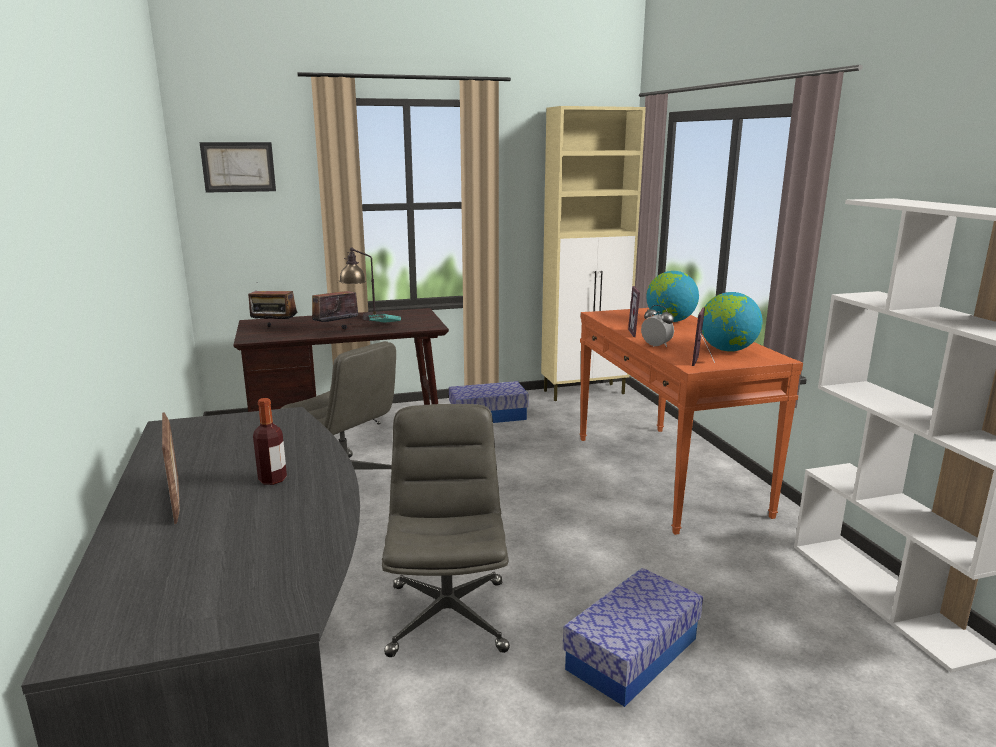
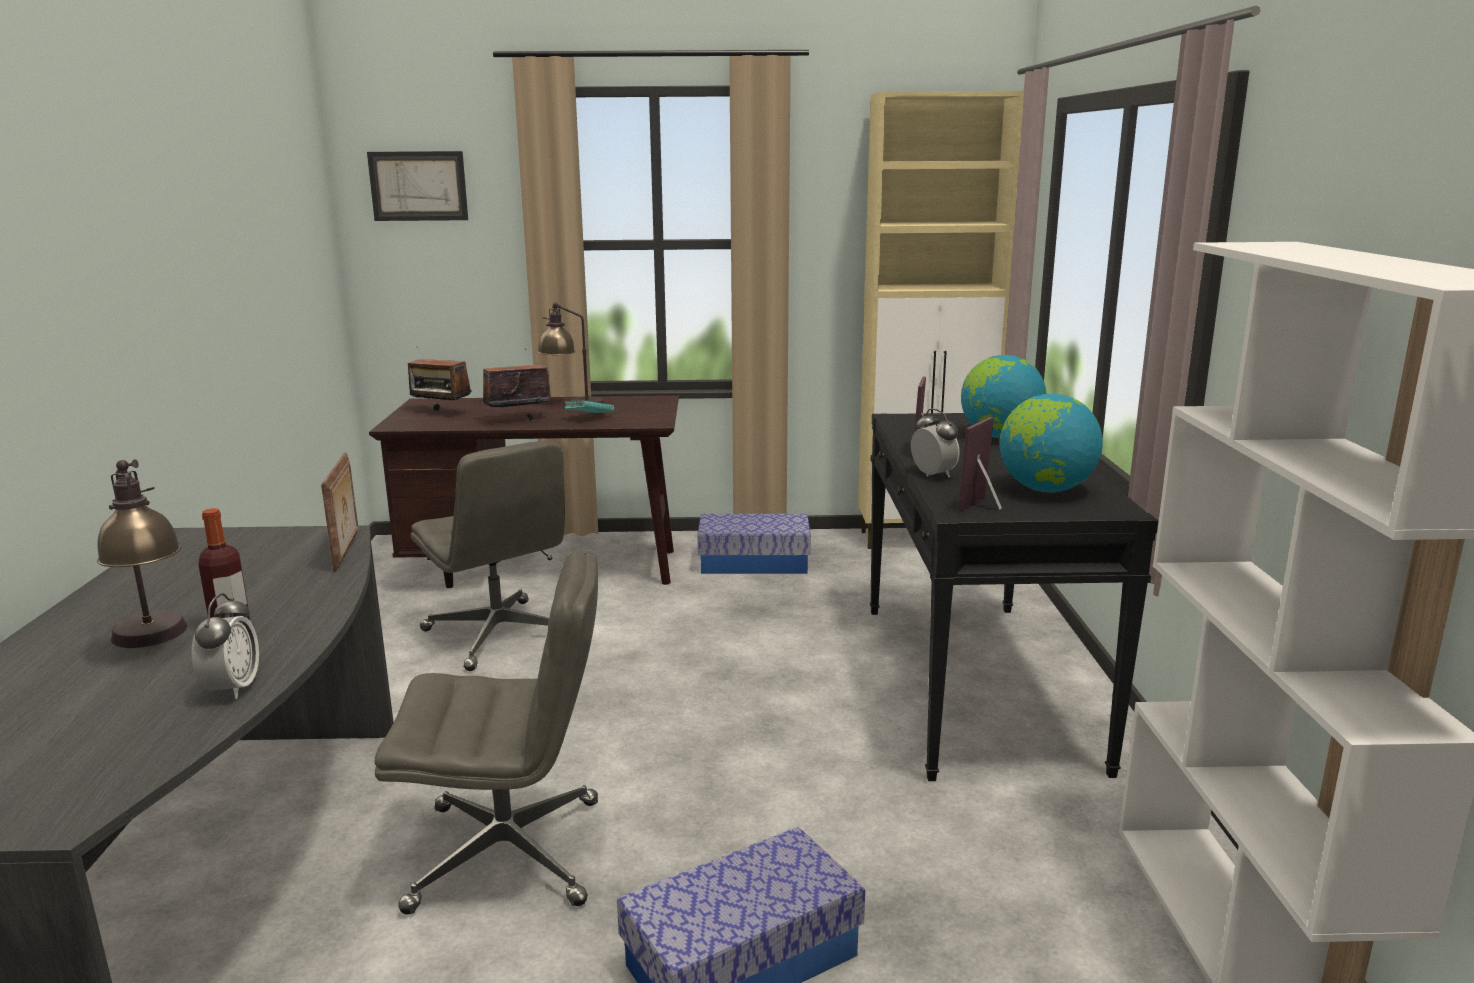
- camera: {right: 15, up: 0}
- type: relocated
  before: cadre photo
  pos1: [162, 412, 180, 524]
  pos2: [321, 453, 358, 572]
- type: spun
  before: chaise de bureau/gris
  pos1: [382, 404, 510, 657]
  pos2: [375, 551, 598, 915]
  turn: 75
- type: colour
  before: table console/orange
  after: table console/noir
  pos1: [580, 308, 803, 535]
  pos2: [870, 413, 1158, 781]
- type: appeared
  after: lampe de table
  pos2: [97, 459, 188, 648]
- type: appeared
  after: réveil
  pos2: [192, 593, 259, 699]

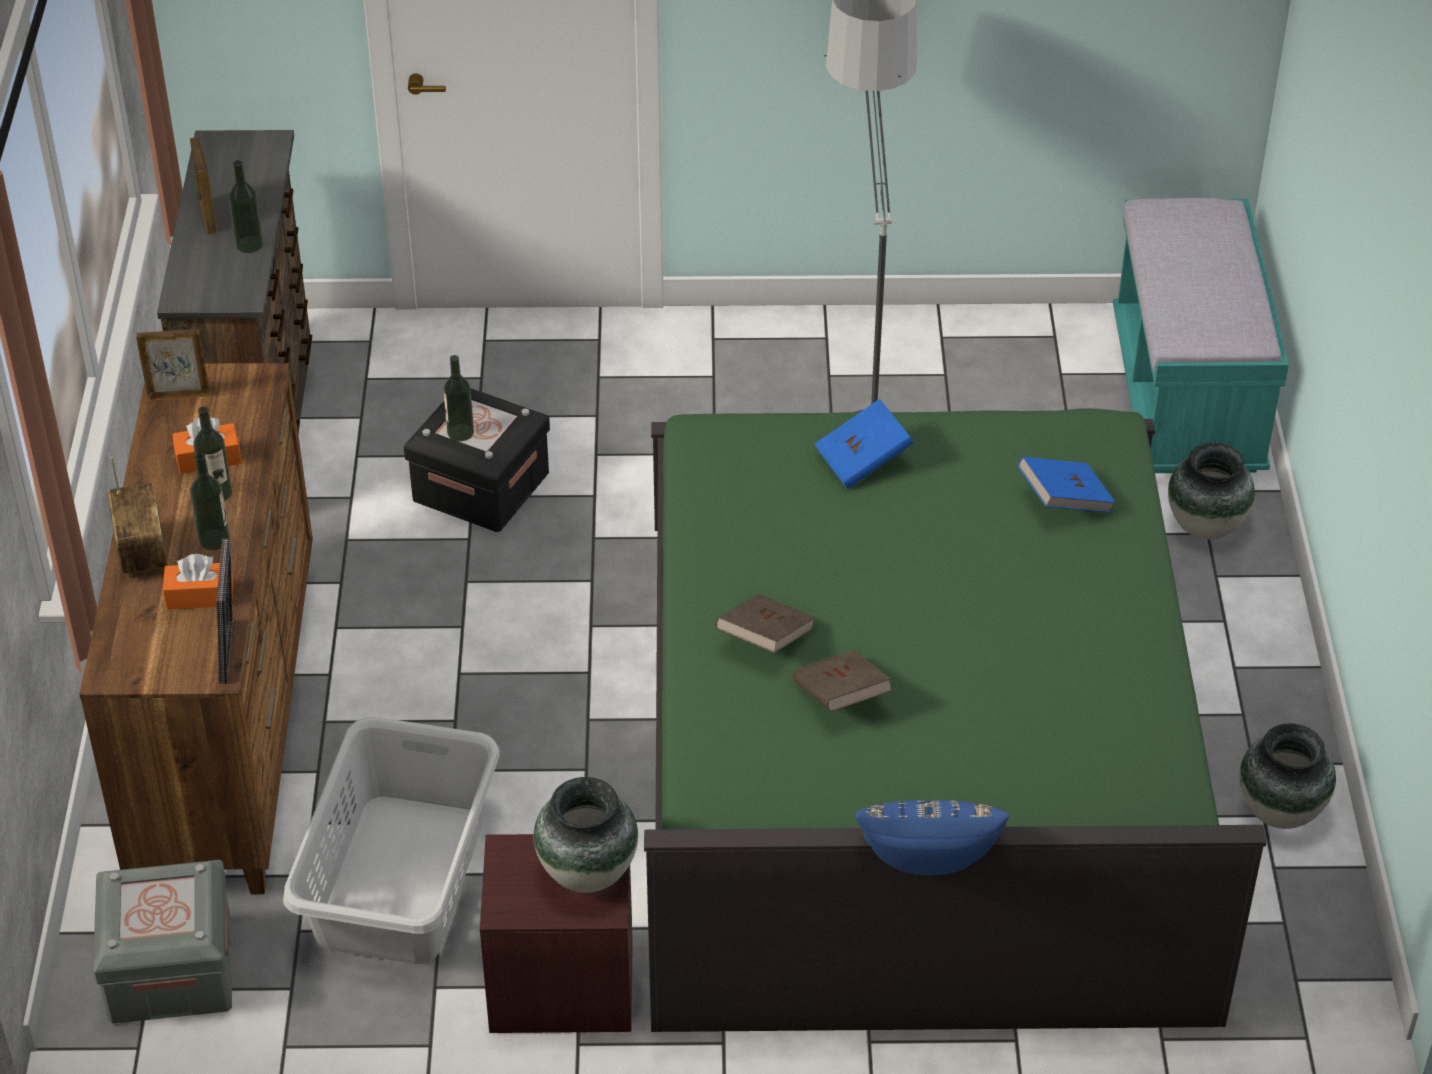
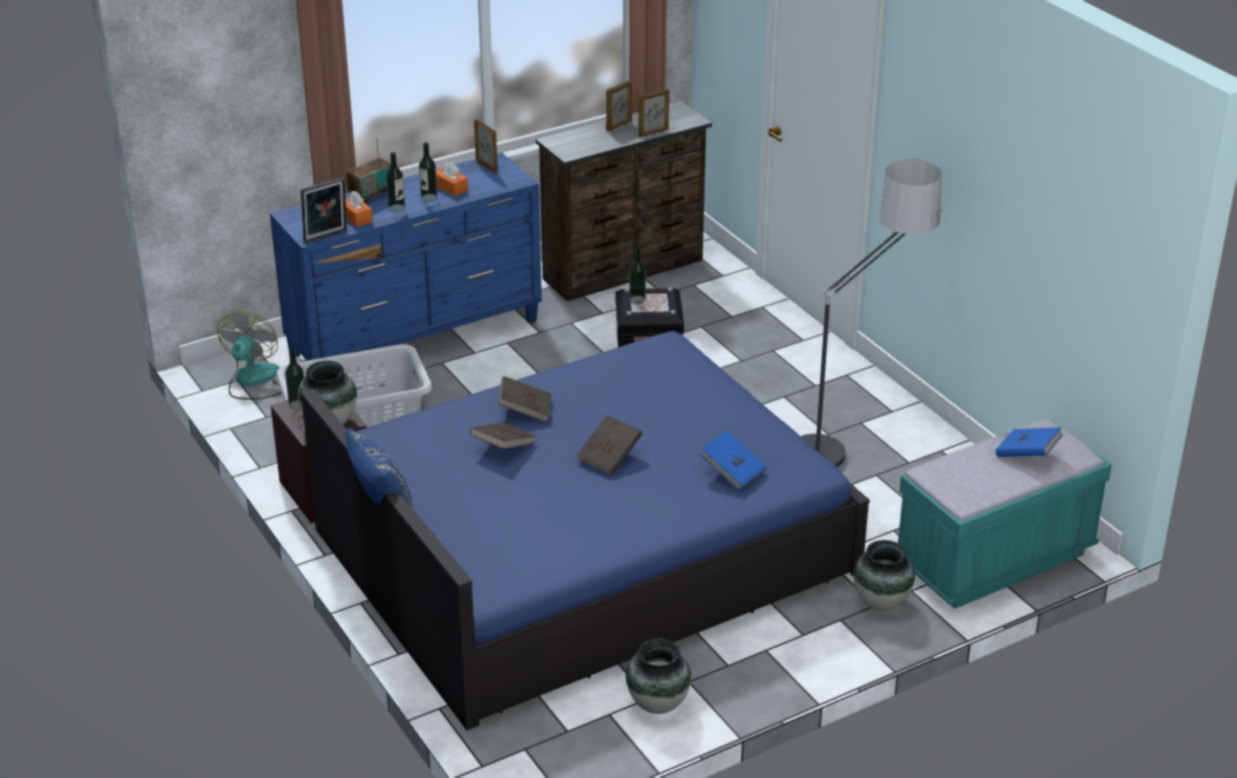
- camera: {right: 60, up: -10}
- type: colour
  before: commode/marron
  after: commode/bleu
  pos1: [79, 363, 313, 894]
  pos2: [270, 152, 542, 361]
- type: exchanged
  before: boîte de rangement/gris
  after: ventilateur
  pos1: [93, 860, 232, 1024]
  pos2: [217, 311, 282, 400]
- type: relocated
  before: bouteille
  pos1: [229, 160, 263, 253]
  pos2: [285, 348, 304, 410]
- type: colour
  before: lit/vert
  after: lit/bleu
  pos1: [644, 408, 1267, 1032]
  pos2: [301, 331, 870, 730]
- type: relocated
  before: livre/bleu
  pos1: [815, 399, 913, 489]
  pos2: [996, 427, 1064, 457]
- type: appeared
  after: livre/marron
  pos2: [577, 415, 642, 475]
- type: appeared
  after: cadre photo
  pos2: [638, 88, 669, 137]

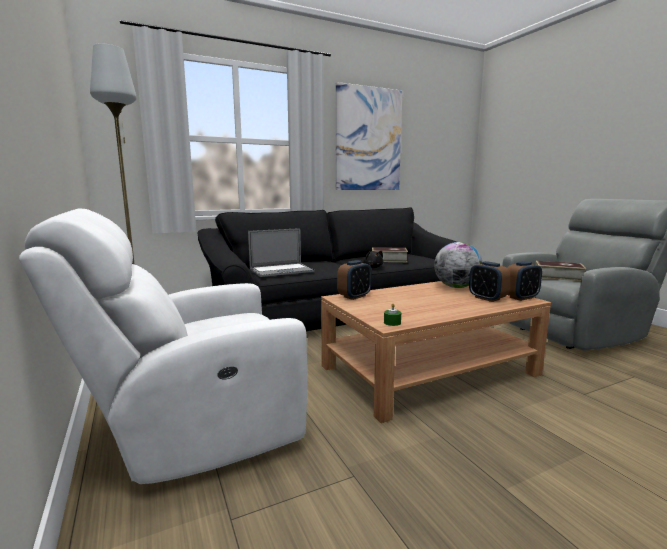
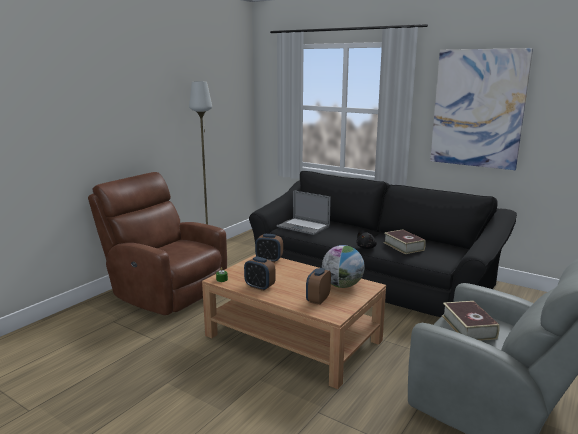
- camera: {right: 60, up: 5}
- type: colour
  before: fauteuil/blanc
  after: fauteuil/marron
  pos1: [19, 208, 307, 484]
  pos2: [88, 172, 227, 315]
- type: relocated
  before: réveil
  pos1: [507, 261, 542, 301]
  pos2: [244, 257, 276, 291]

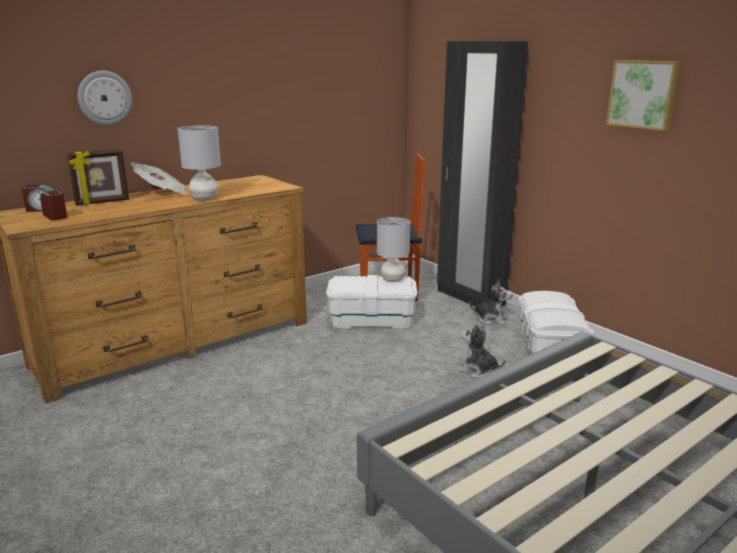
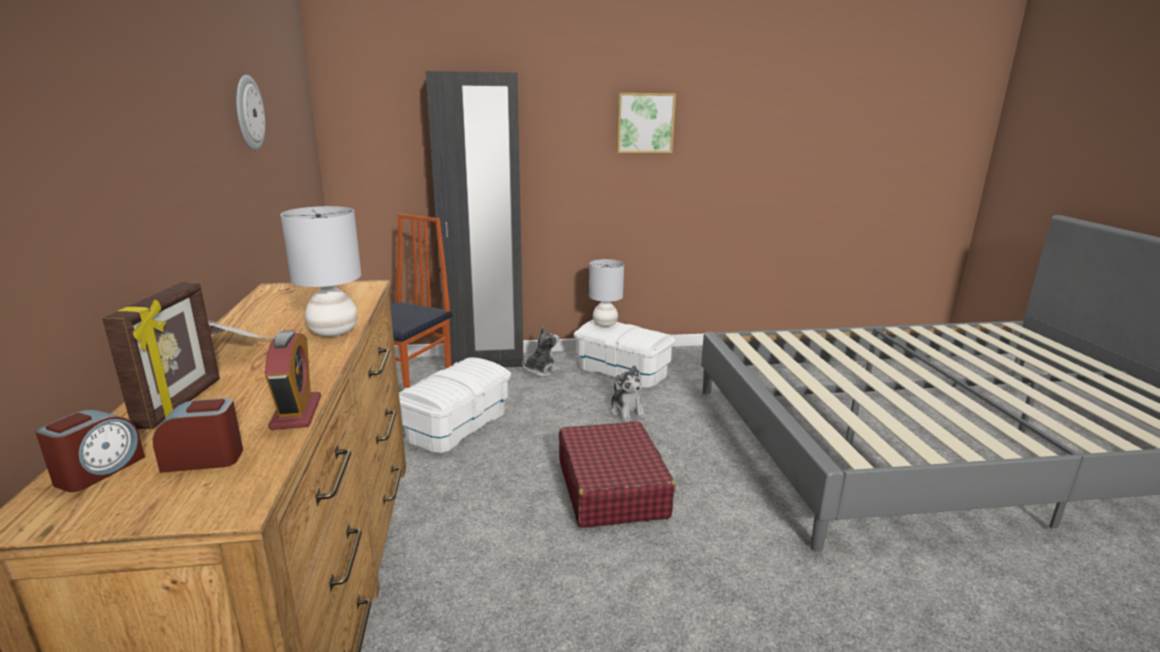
- camera: {right: -60, up: 0}
- type: relocated
  before: horloge murale
  pos1: [77, 71, 132, 125]
  pos2: [236, 75, 265, 150]
- type: relocated
  before: lampe de table/gris
  pos1: [377, 217, 410, 282]
  pos2: [589, 259, 624, 327]
- type: spun
  before: peluche
  pos1: [458, 324, 506, 378]
  pos2: [610, 365, 646, 422]
  turn: -90
- type: appeared
  after: réveil
  pos2: [265, 330, 321, 430]
- type: appeared
  after: valise/rouge
  pos2: [559, 421, 676, 528]

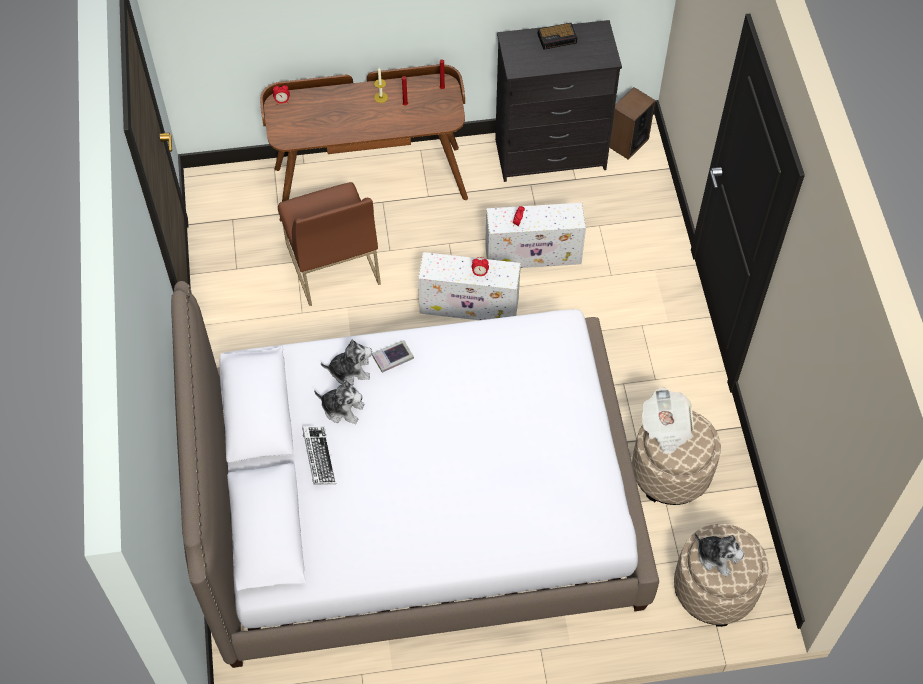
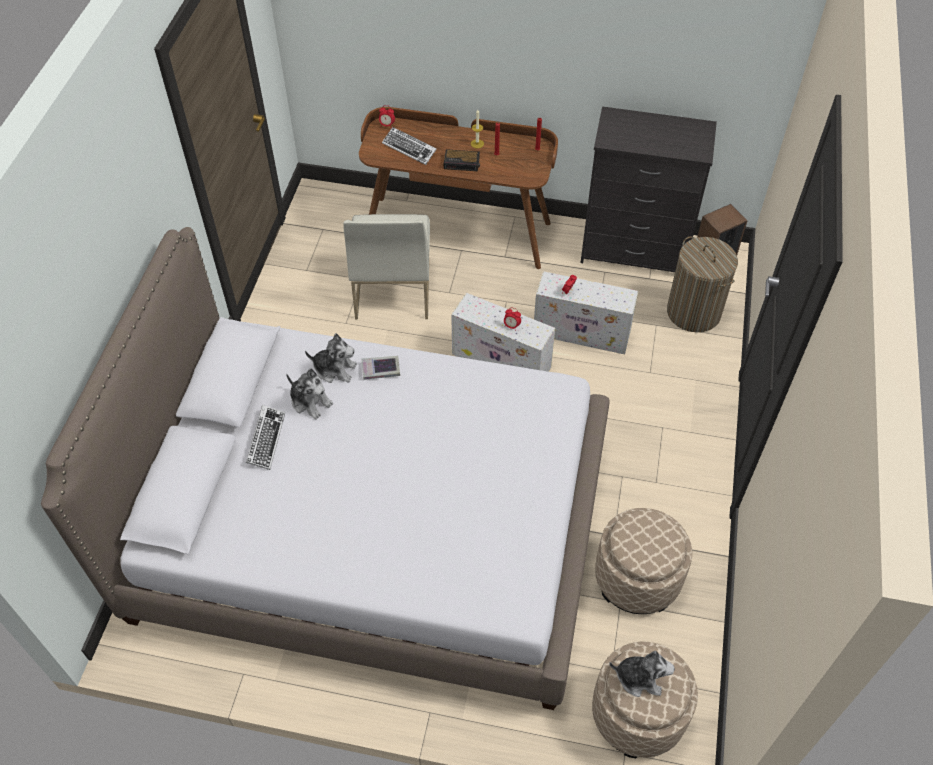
- camera: {right: 20, up: -5}
- type: colour
  before: chaise/marron
  after: chaise/blanc
  pos1: [278, 182, 381, 306]
  pos2: [343, 214, 430, 319]
- type: relocated
  before: réveil
  pos1: [538, 23, 578, 50]
  pos2: [444, 149, 480, 171]
- type: missing
  before: journal
  pos1: [641, 387, 694, 454]
- type: spun
  before: peluche
  pos1: [695, 532, 744, 577]
  pos2: [609, 651, 675, 697]
  turn: -45
- type: appeared
  after: clavier
  pos2: [382, 127, 437, 165]
- type: appeared
  after: panier à linge
  pos2: [667, 236, 738, 332]

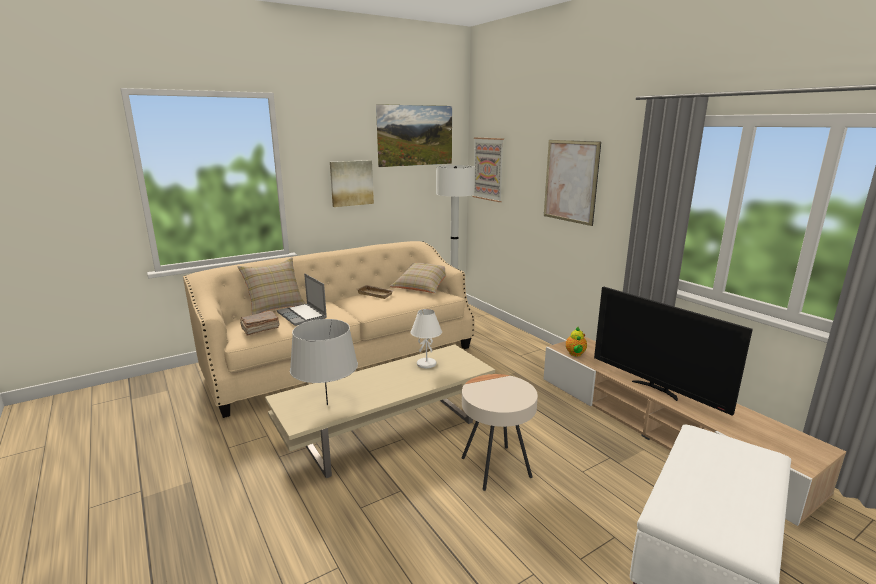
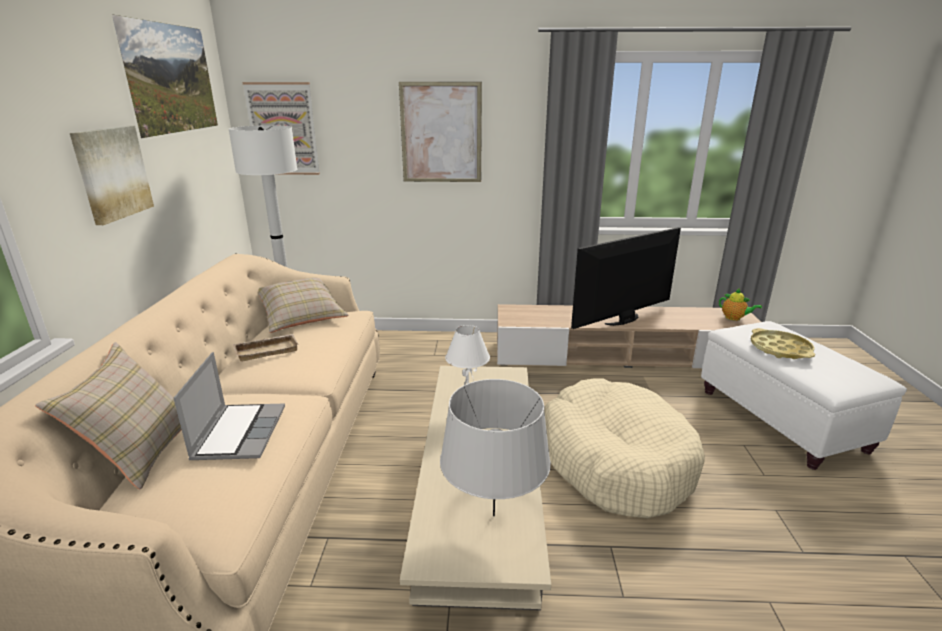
- camera: {right: -55, up: 5}
- type: missing
  before: livre/marron
  pos1: [240, 311, 279, 336]
- type: spun
  before: ordinateur portable
  pos1: [277, 273, 327, 326]
  pos2: [174, 352, 285, 460]
  turn: -90
- type: exchanged
  before: table d'appoint/beige
  after: panier pour chien/beige
  pos1: [462, 374, 538, 491]
  pos2: [544, 378, 705, 519]
- type: relocated
  before: théière
  pos1: [566, 327, 587, 356]
  pos2: [719, 288, 762, 321]
- type: spun
  before: téléviseur
  pos1: [594, 287, 753, 416]
  pos2: [571, 227, 681, 329]
  turn: 150
- type: appeared
  after: plateau/jaune
  pos2: [751, 328, 815, 359]

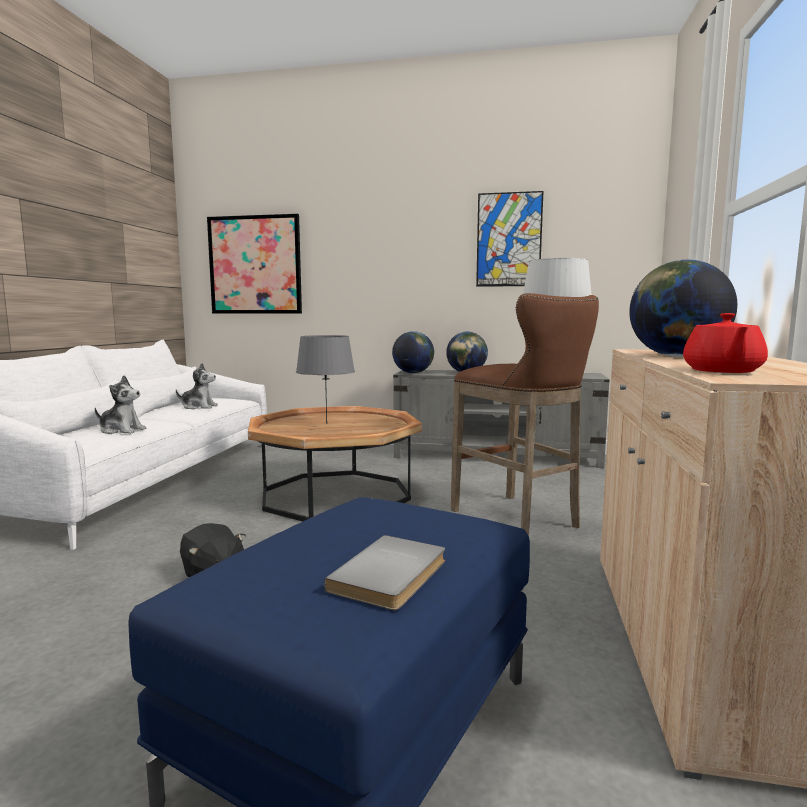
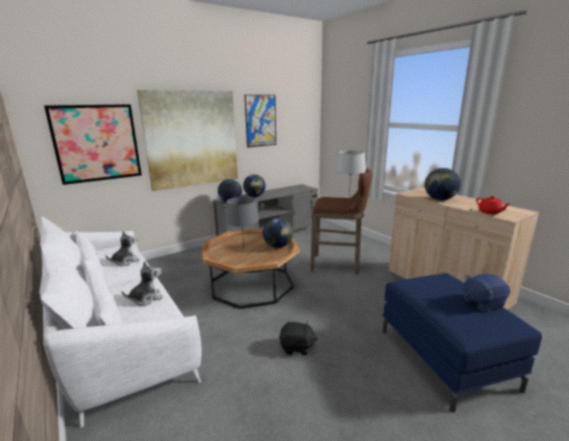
- camera: {right: -45, up: 10}
- type: exchanged
  before: livre/gris
  after: peluche/bleu
  pos1: [324, 535, 445, 610]
  pos2: [463, 273, 510, 312]
- type: appeared
  after: tableau
  pos2: [137, 90, 238, 191]
- type: appeared
  after: globe
  pos2: [263, 218, 293, 248]

